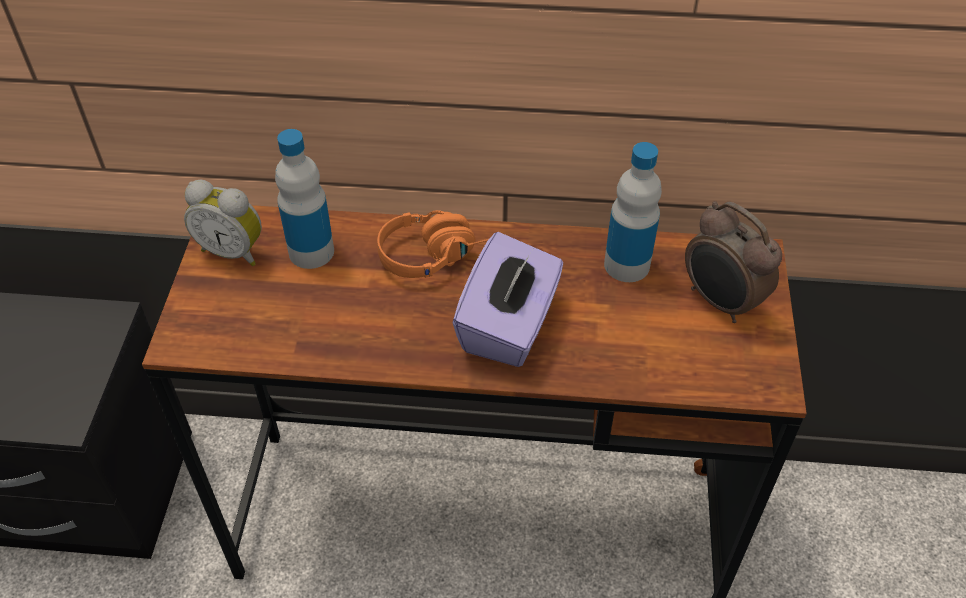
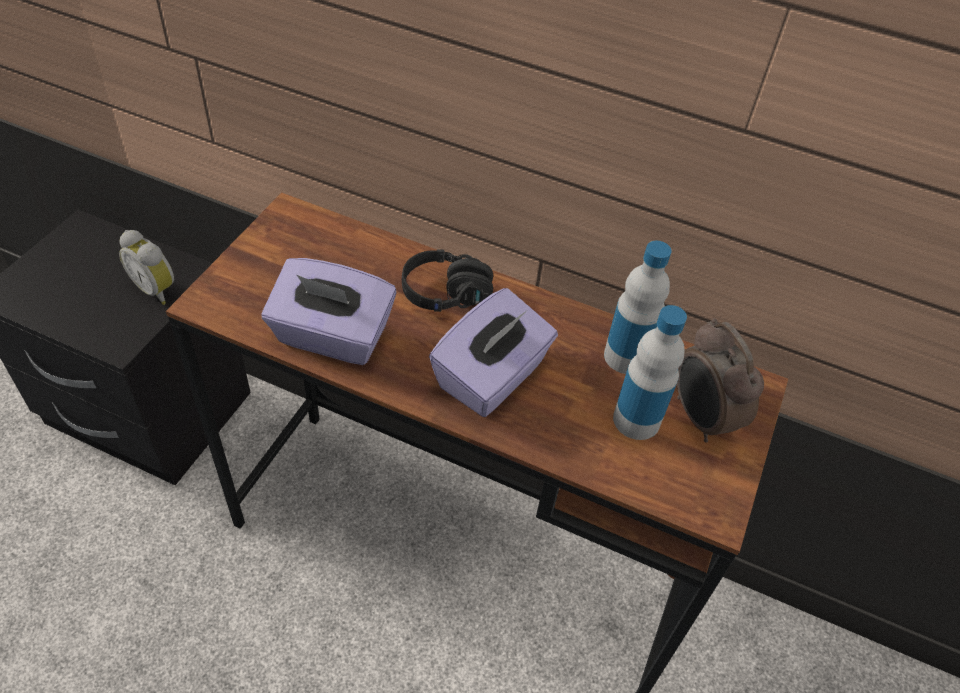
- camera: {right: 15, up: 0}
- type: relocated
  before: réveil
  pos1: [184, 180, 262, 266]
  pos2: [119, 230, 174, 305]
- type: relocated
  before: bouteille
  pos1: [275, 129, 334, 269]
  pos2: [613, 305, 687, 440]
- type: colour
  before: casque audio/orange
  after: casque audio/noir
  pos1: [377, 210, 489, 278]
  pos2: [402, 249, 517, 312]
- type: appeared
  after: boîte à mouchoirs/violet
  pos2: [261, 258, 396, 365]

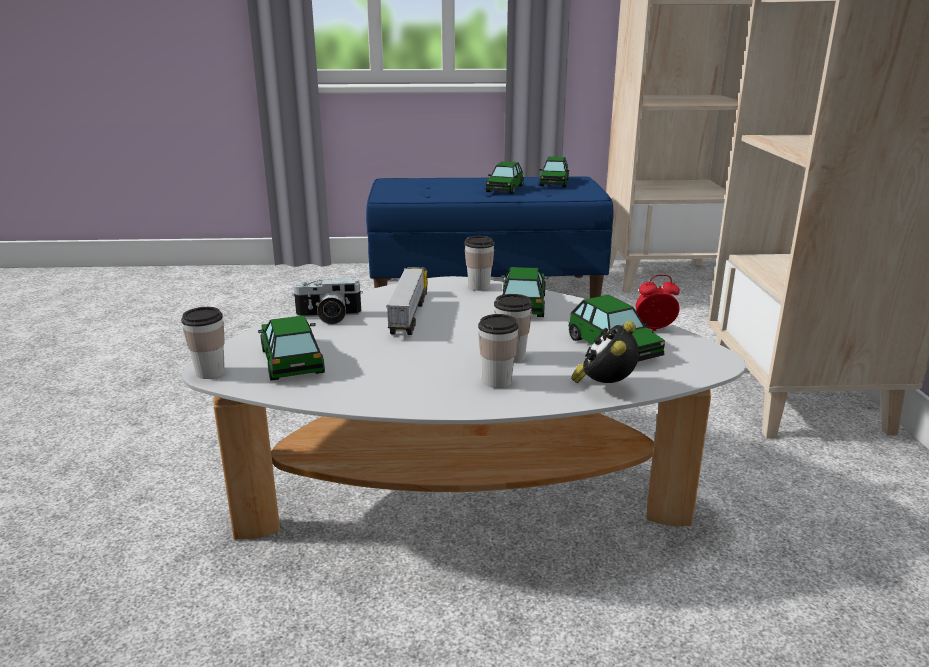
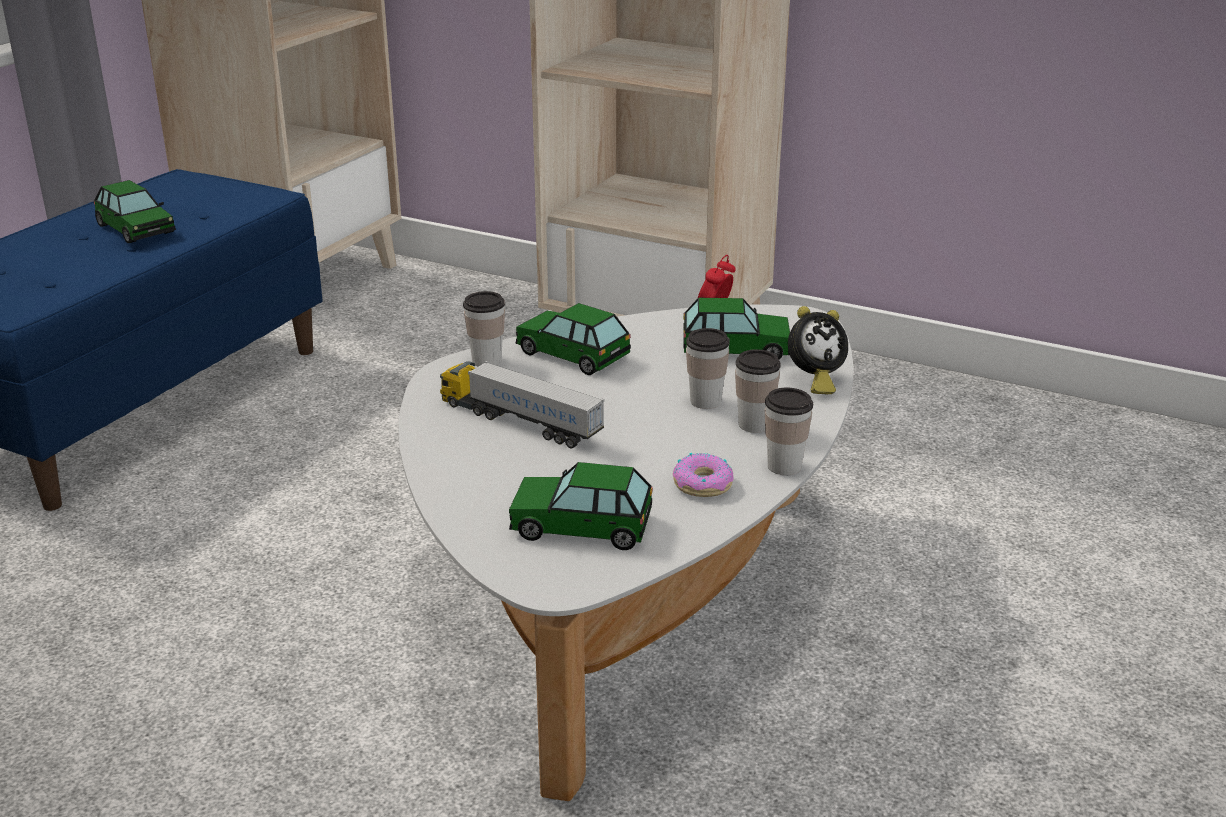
- camera: {right: -60, up: 5}
- type: relocated
  before: tasse
  pos1: [181, 307, 225, 379]
  pos2: [765, 387, 813, 475]
- type: missing
  before: appareil photo
  pos1: [292, 278, 363, 324]
- type: missing
  before: petite voiture
  pos1: [539, 157, 569, 187]
- type: spun
  before: réveil
  pos1: [571, 321, 639, 383]
  pos2: [788, 306, 848, 394]
  turn: -75
- type: appeared
  after: beignet
  pos2: [673, 453, 734, 497]

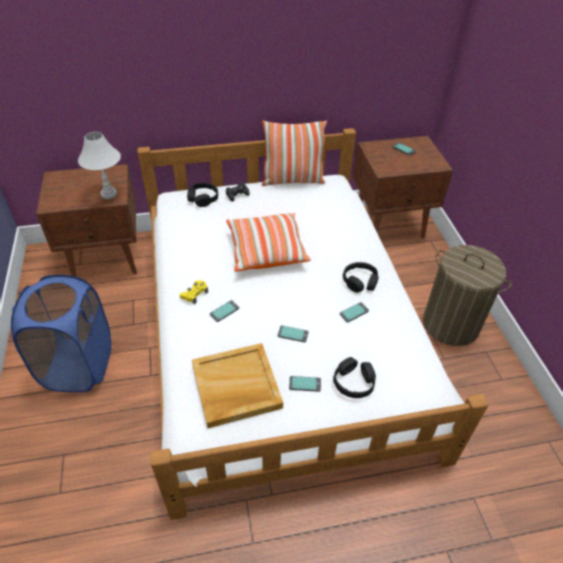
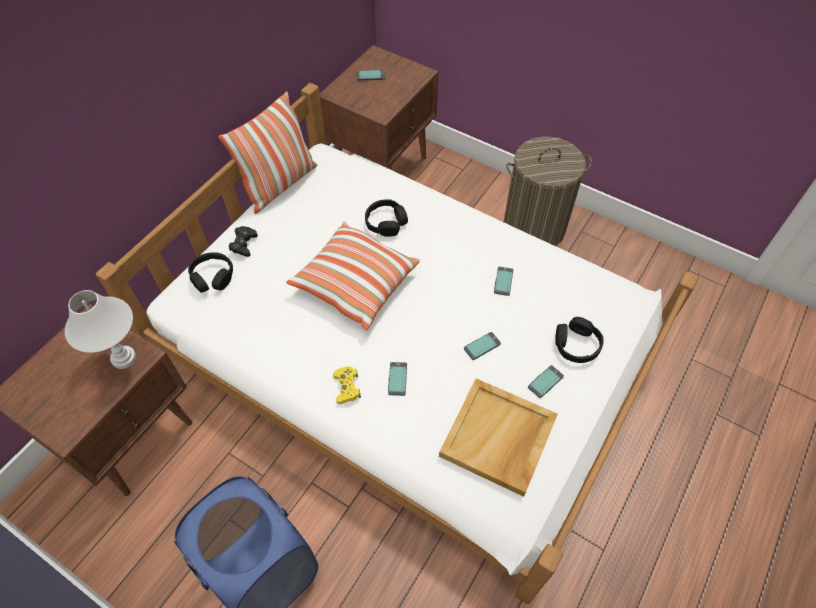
- camera: {right: -45, up: 10}
- type: relocated
  before: casque audio/noir
  pos1: [343, 262, 379, 293]
  pos2: [365, 199, 408, 237]

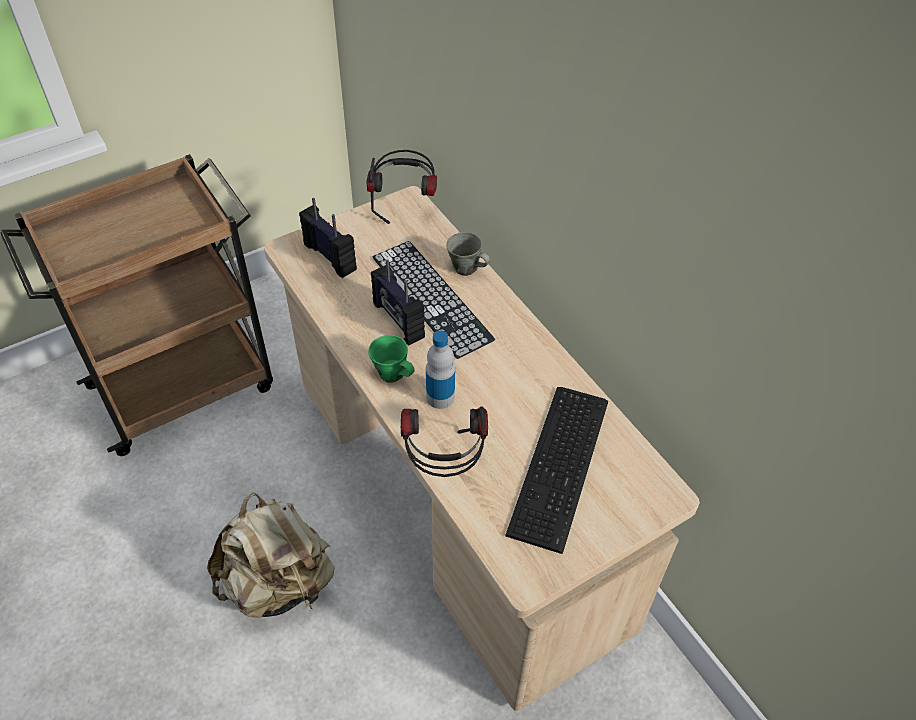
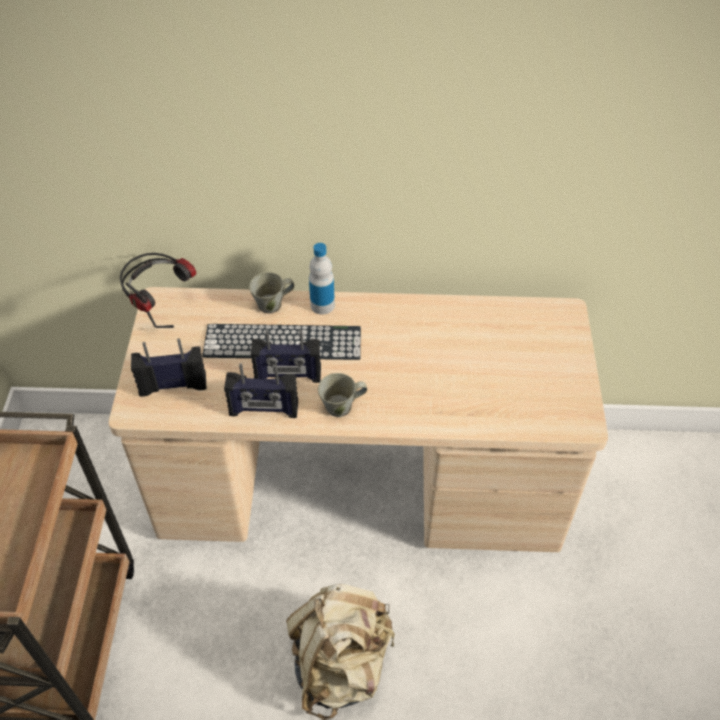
- camera: {right: -55, up: 0}
- type: colour
  before: mug/vert
  after: mug/gris
  pos1: [368, 335, 415, 383]
  pos2: [318, 373, 367, 417]
- type: missing
  before: casque audio
  pos1: [401, 406, 488, 477]
- type: relocated
  before: bouteille
  pos1: [426, 330, 455, 409]
  pos2: [309, 243, 335, 314]
- type: missing
  before: clavier
  pos1: [505, 387, 608, 554]
- type: appeared
  after: radio
  pos2: [224, 364, 298, 418]

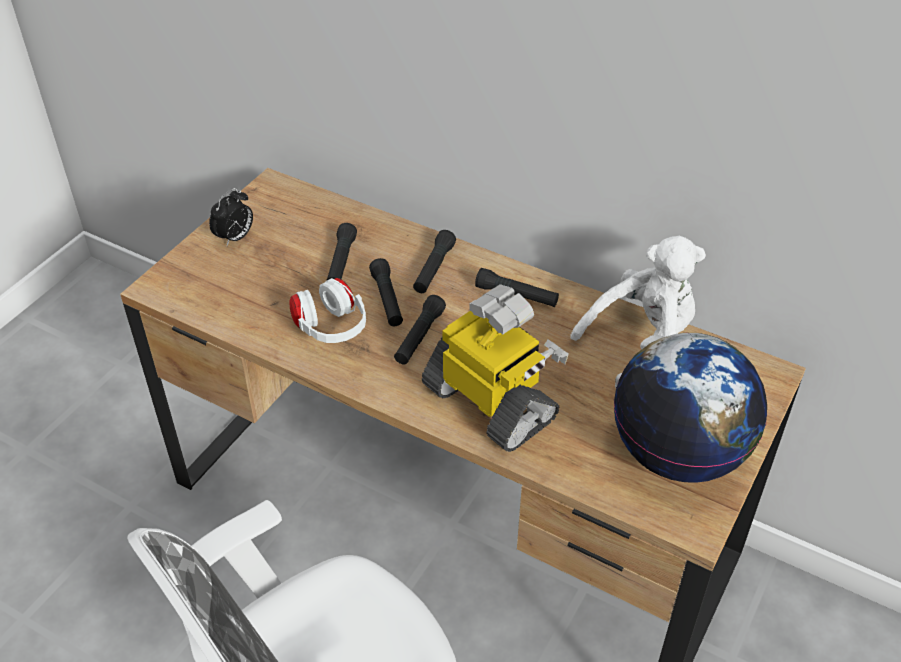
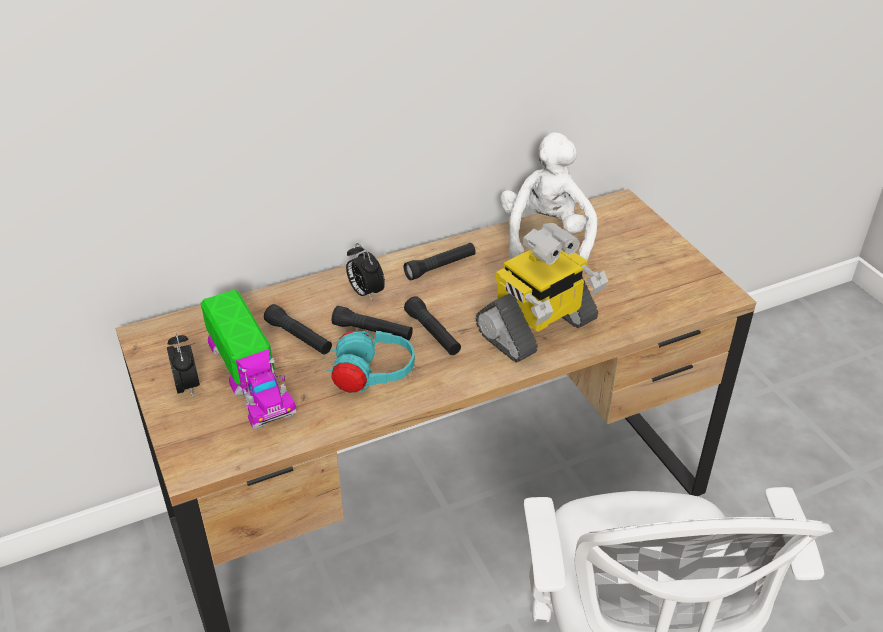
- camera: {right: -55, up: -5}
- type: colour
  before: casque audio/blanc
  after: casque audio/turquoise
  pos1: [289, 278, 366, 343]
  pos2: [327, 331, 415, 392]
- type: exchanged
  before: lampe de poche/noir
  after: réveil
  pos1: [413, 230, 456, 293]
  pos2: [346, 243, 385, 300]
- type: spun
  before: robot jouet
  pos1: [422, 284, 569, 452]
  pos2: [476, 223, 608, 362]
  turn: 150
- type: missing
  before: globe
  pos1: [614, 333, 767, 483]
- type: appeared
  after: camion jouet
  pos2: [201, 290, 297, 429]

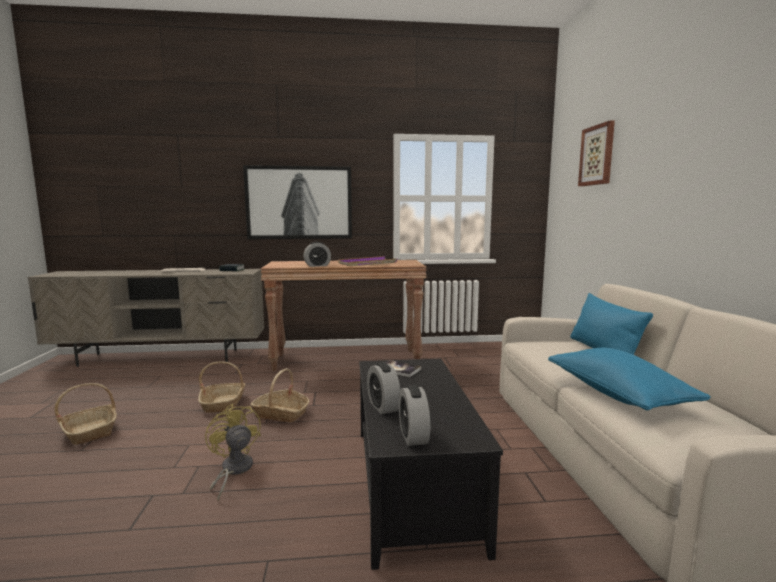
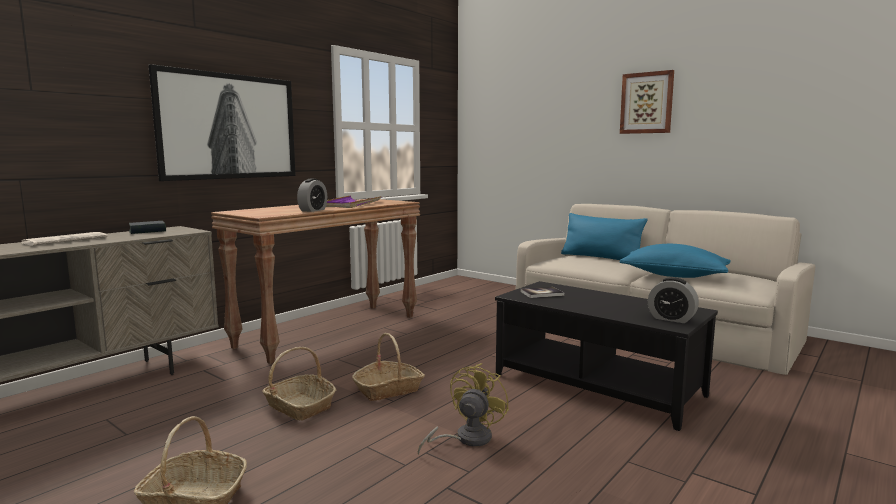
- camera: {right: -45, up: 0}
- type: spun
  before: ventilateur/jaune
  pos1: [205, 404, 261, 501]
  pos2: [418, 363, 509, 455]
  turn: 105
- type: missing
  before: réveil
  pos1: [367, 362, 400, 414]
- type: relocated
  before: tableau
  pos1: [578, 120, 615, 186]
  pos2: [620, 70, 674, 134]

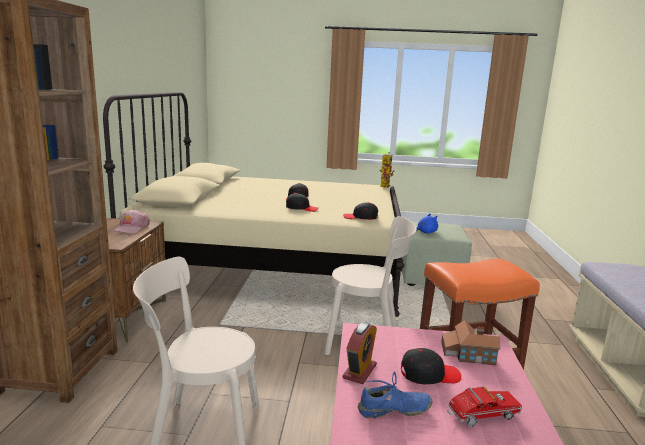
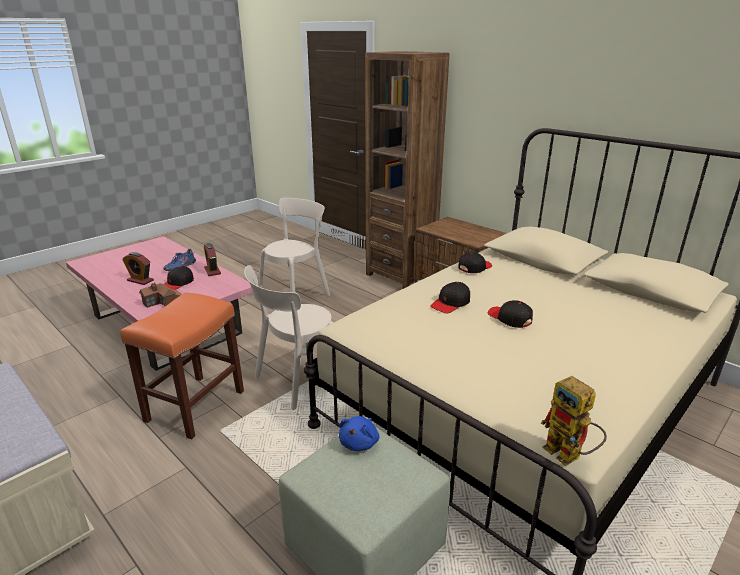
- camera: {right: 130, up: 10}
- type: missing
  before: casquette/rose
  pos1: [113, 209, 150, 234]
- type: relocated
  before: casquette/noir
  pos1: [343, 202, 378, 220]
  pos2: [458, 252, 492, 273]
- type: exchanged
  before: camion jouet
  after: réveil
  pos1: [447, 387, 522, 427]
  pos2: [122, 252, 154, 285]

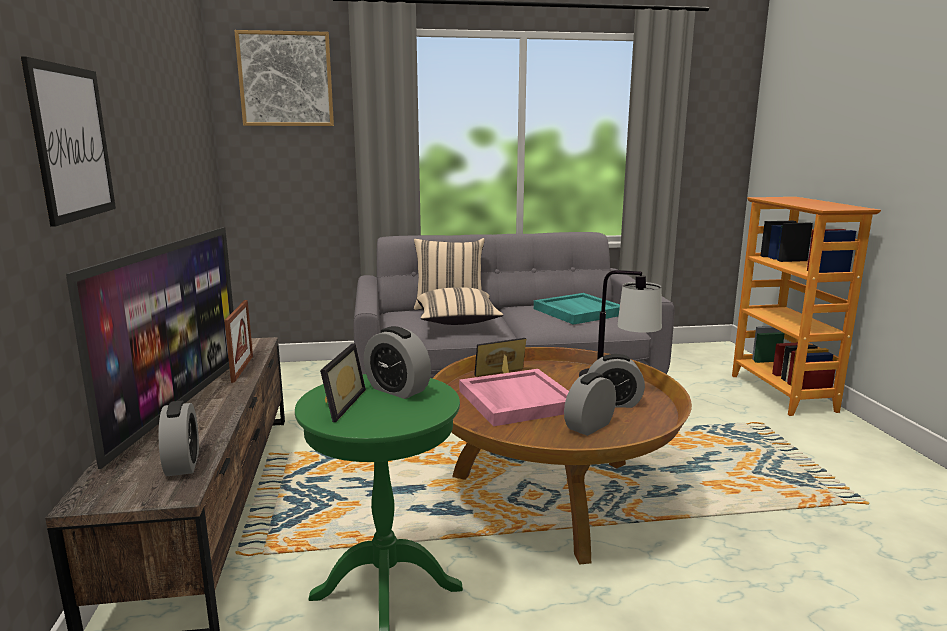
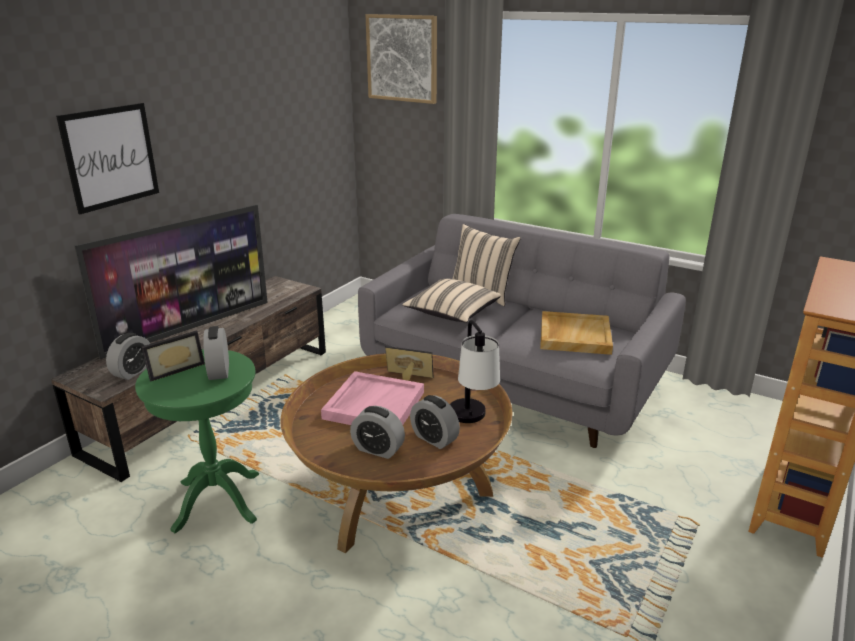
- camera: {right: 40, up: 10}
- type: missing
  before: cadre photo
  pos1: [224, 300, 253, 383]
- type: colour
  before: plateau/turquoise
  after: plateau/beige
  pos1: [534, 293, 620, 325]
  pos2: [540, 311, 613, 355]
- type: spun
  before: réveil
  pos1: [564, 372, 616, 436]
  pos2: [350, 406, 405, 459]
  turn: -150

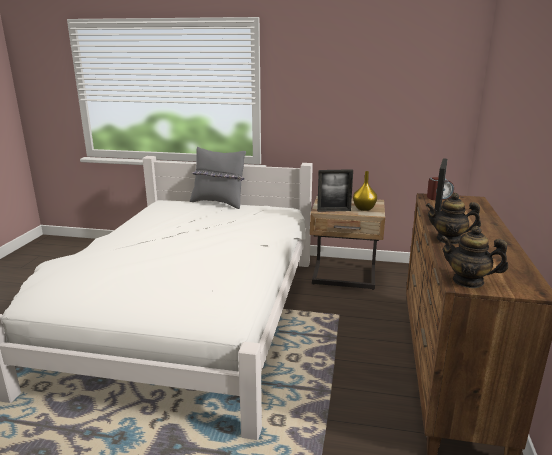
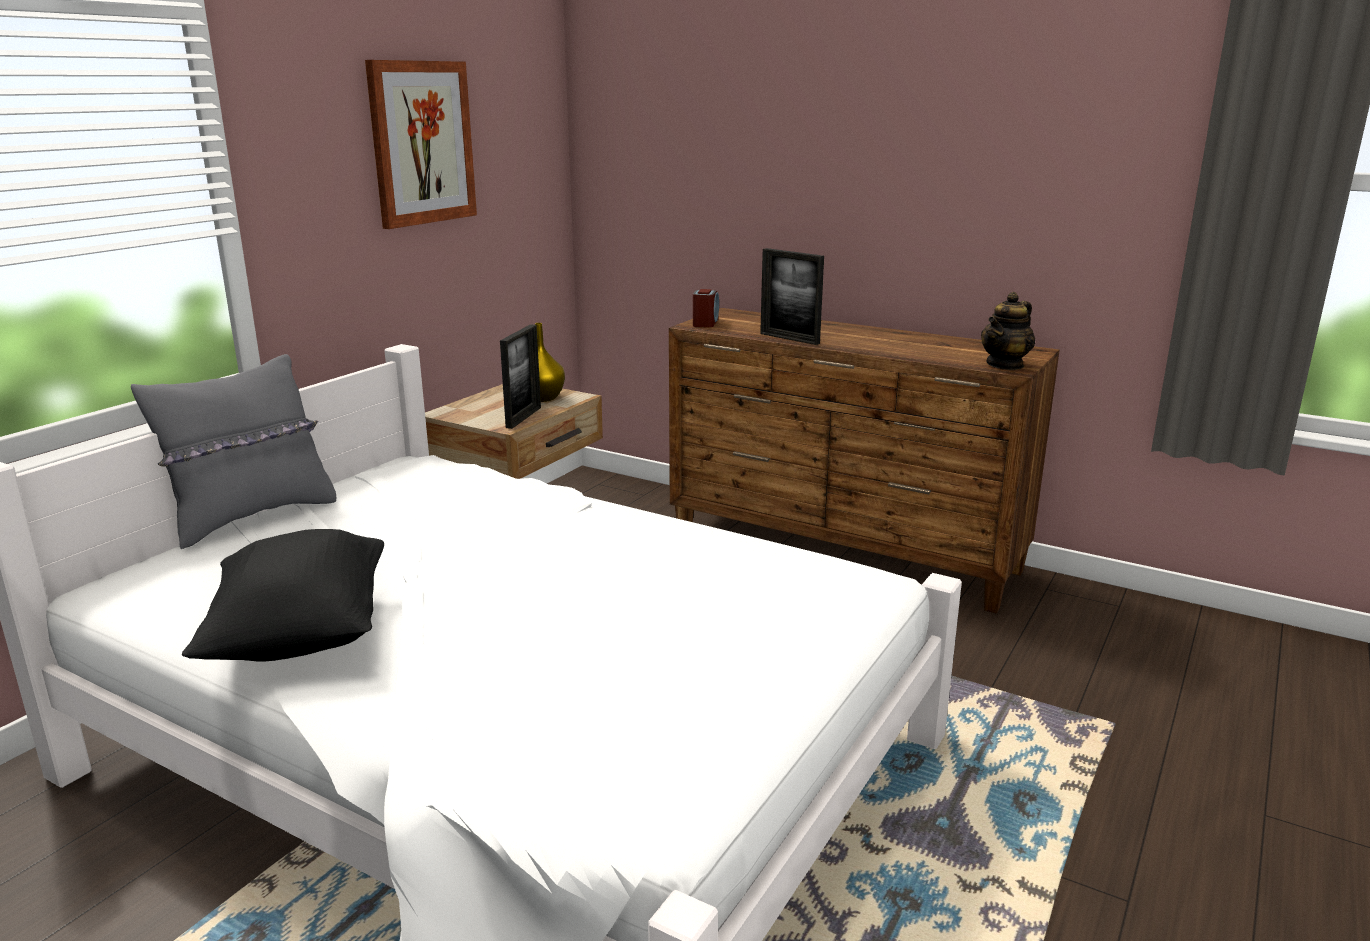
- camera: {right: -70, up: 0}
- type: missing
  before: théière
  pos1: [426, 193, 481, 244]
- type: appeared
  after: coussin/noir
  pos2: [182, 529, 384, 661]
- type: appeared
  after: tableau
  pos2: [365, 60, 477, 229]

